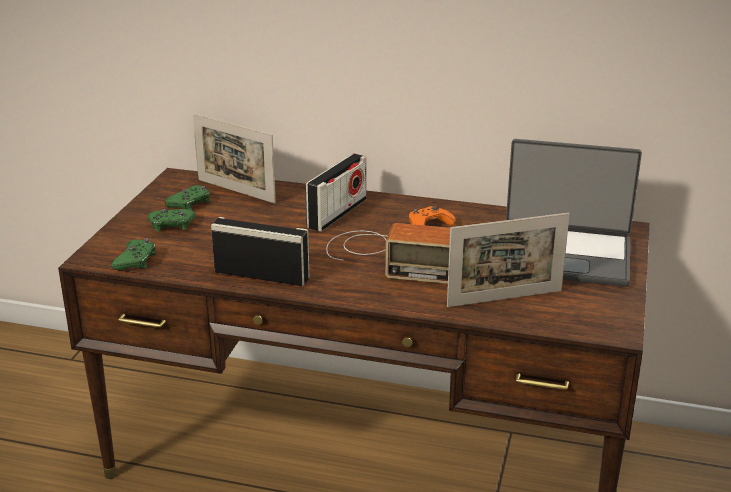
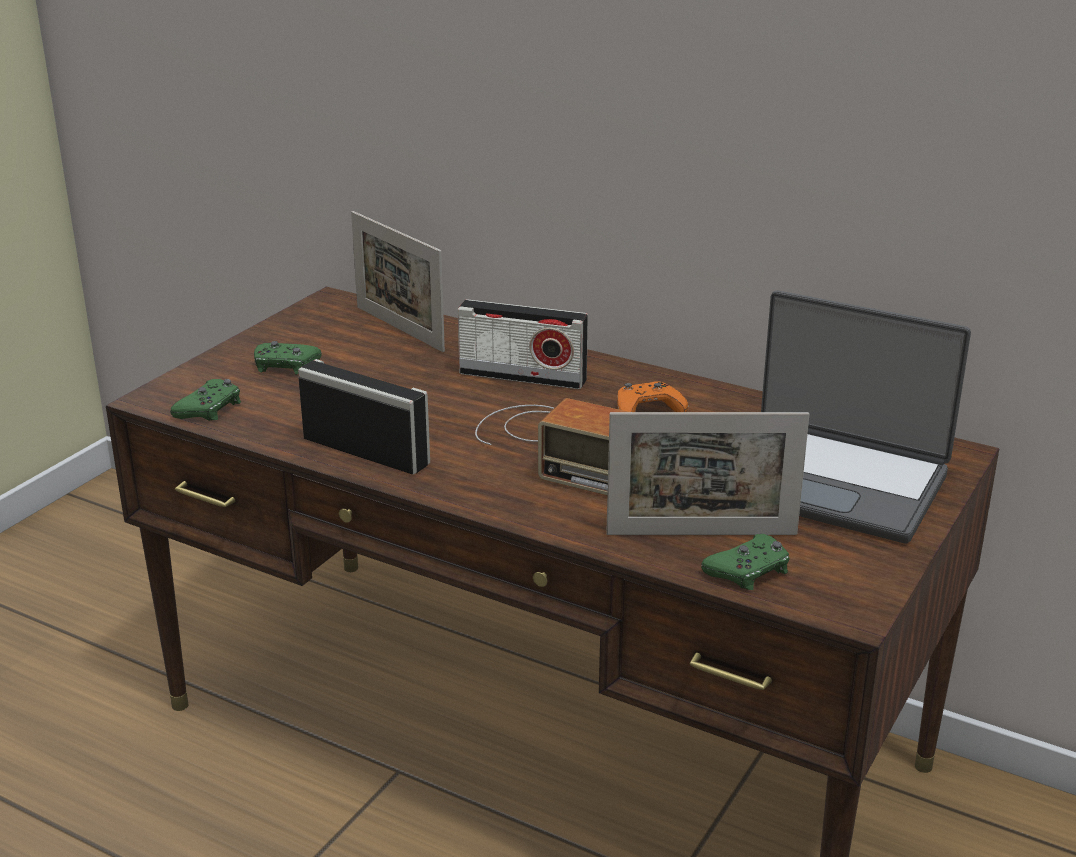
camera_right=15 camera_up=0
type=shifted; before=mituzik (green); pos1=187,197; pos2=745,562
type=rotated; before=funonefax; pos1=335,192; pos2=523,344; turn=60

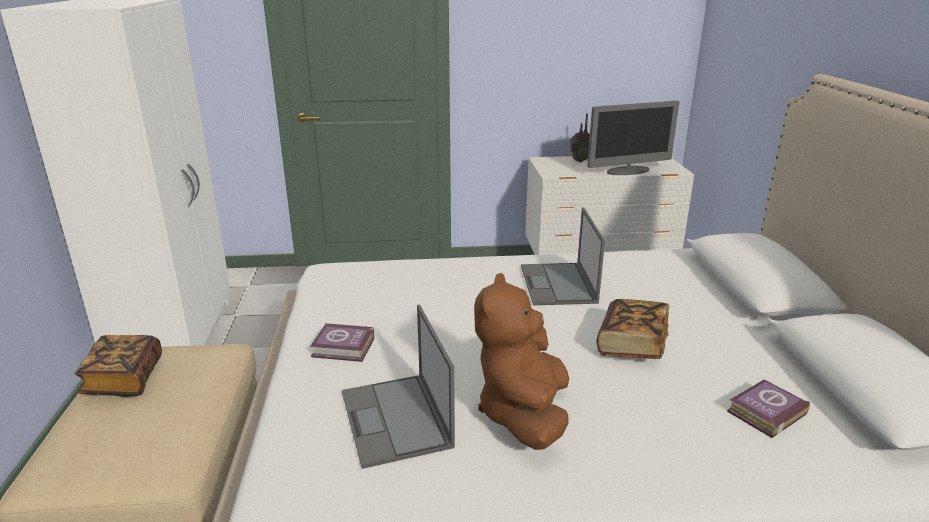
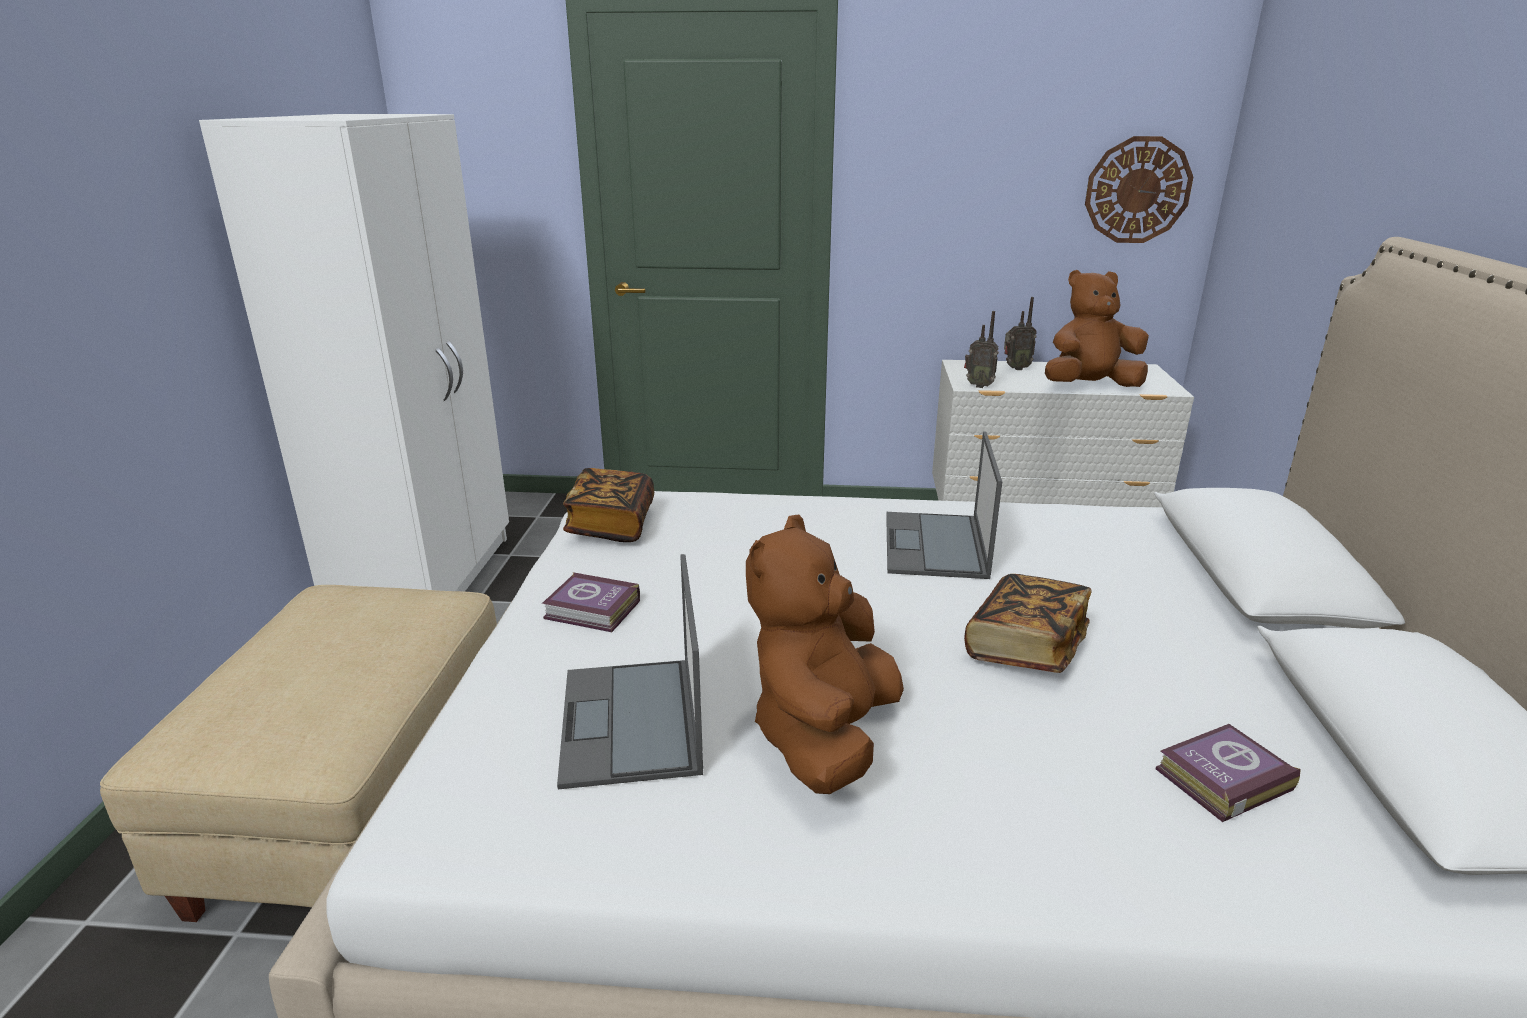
camera_right=10 camera_up=0
type=shifted; before=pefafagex; pos1=118,366; pos2=608,505
type=swapped; before=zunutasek; after=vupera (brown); pos1=633,138; pos2=1097,328
type=new; after=funonefax; pos2=981,349
type=new; after=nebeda; pos2=1139,189

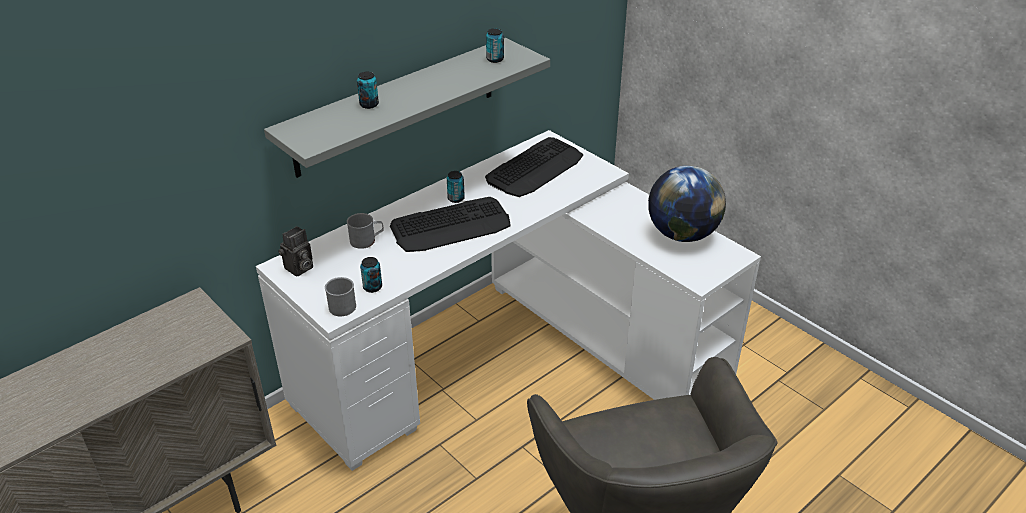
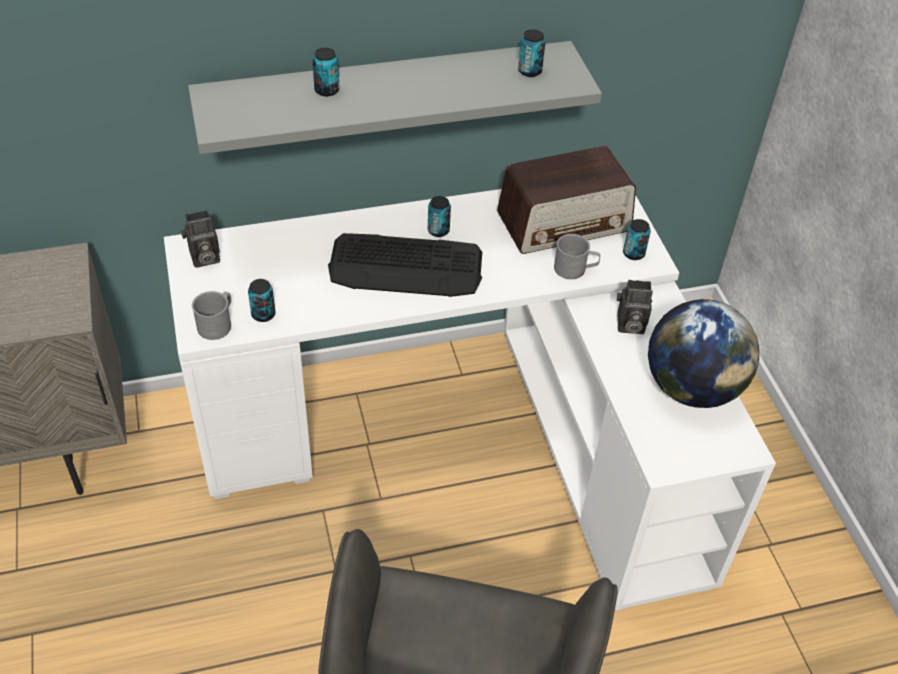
camera_right=25 camera_up=10
type=shifted; before=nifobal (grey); pos1=365,231; pos2=577,256
type=swapped; before=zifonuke; after=funonefax; pos1=534,167; pos2=566,200
type=new; after=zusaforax; pos2=635,307
type=new; after=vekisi; pos2=637,239

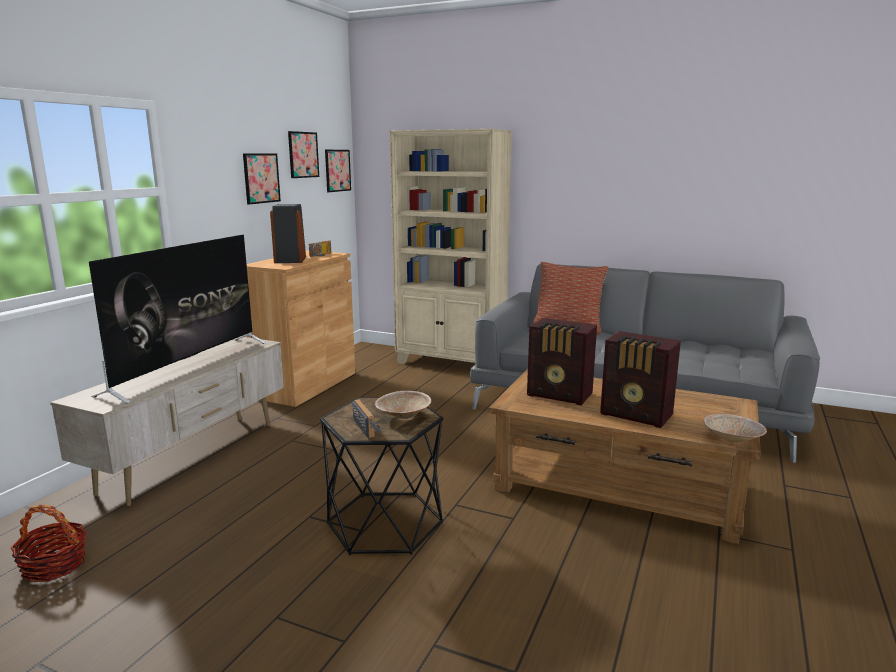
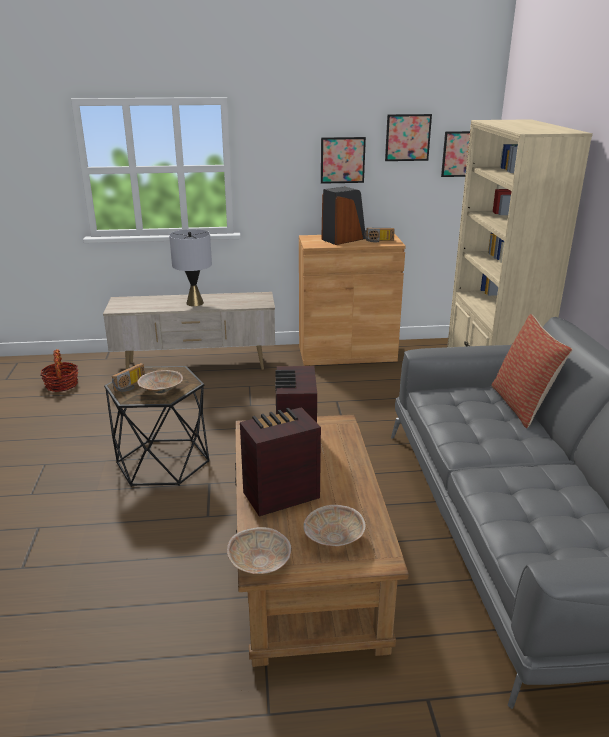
camera_right=60 camera_up=10
type=swapped; before=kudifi; after=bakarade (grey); pos1=177,319; pos2=190,267
type=rotated; before=funonefax; pos1=640,379; pos2=280,461; turn=60
type=new; after=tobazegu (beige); pos2=334,525

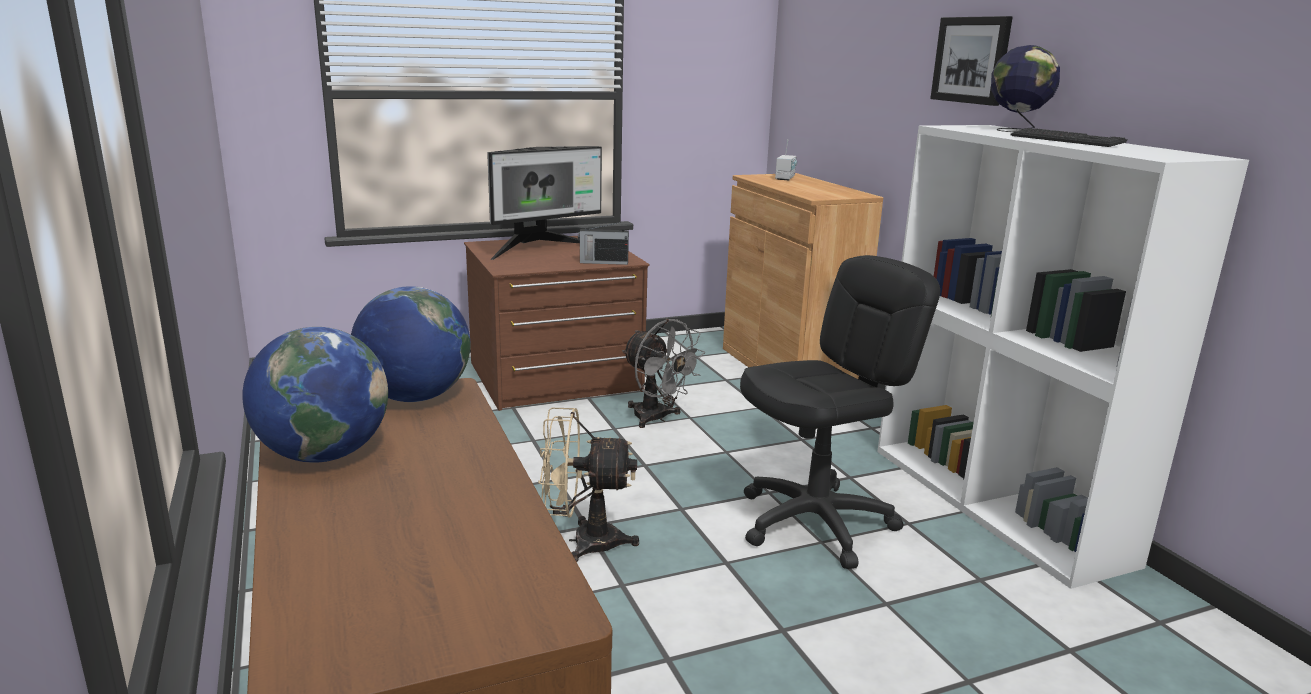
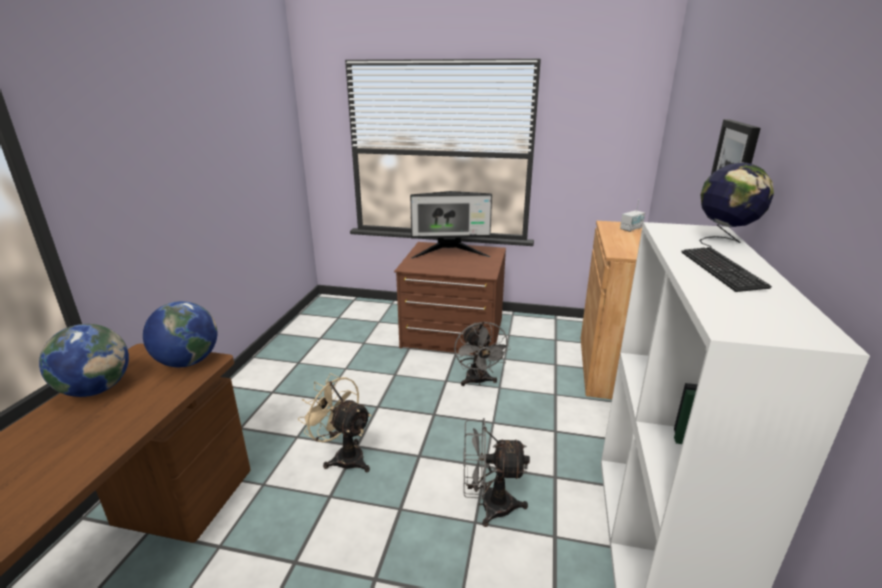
camera_right=35 camera_up=5
type=gone; before=funonefax; pos1=603,243
type=swapped; before=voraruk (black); after=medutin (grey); pos1=840,412; pos2=496,472

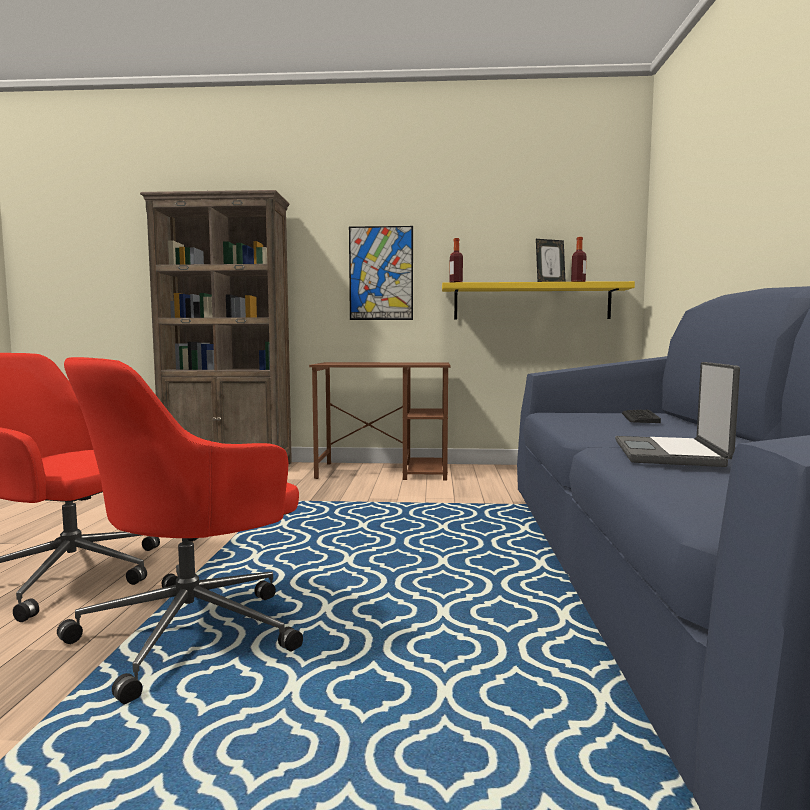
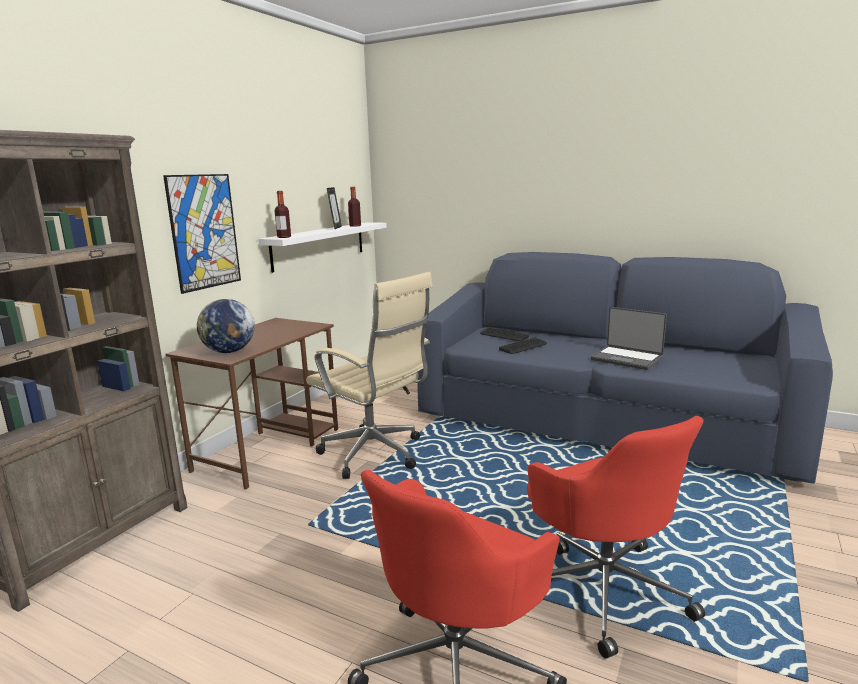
camera_right=-65 camera_up=10
type=repainted; before=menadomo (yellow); after=menadomo (white); pos1=538,300; pos2=323,247
type=new; after=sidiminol; pos2=226,326
type=new; after=voraruk (beige); pos2=369,375
type=new; after=zifonuke; pos2=523,346

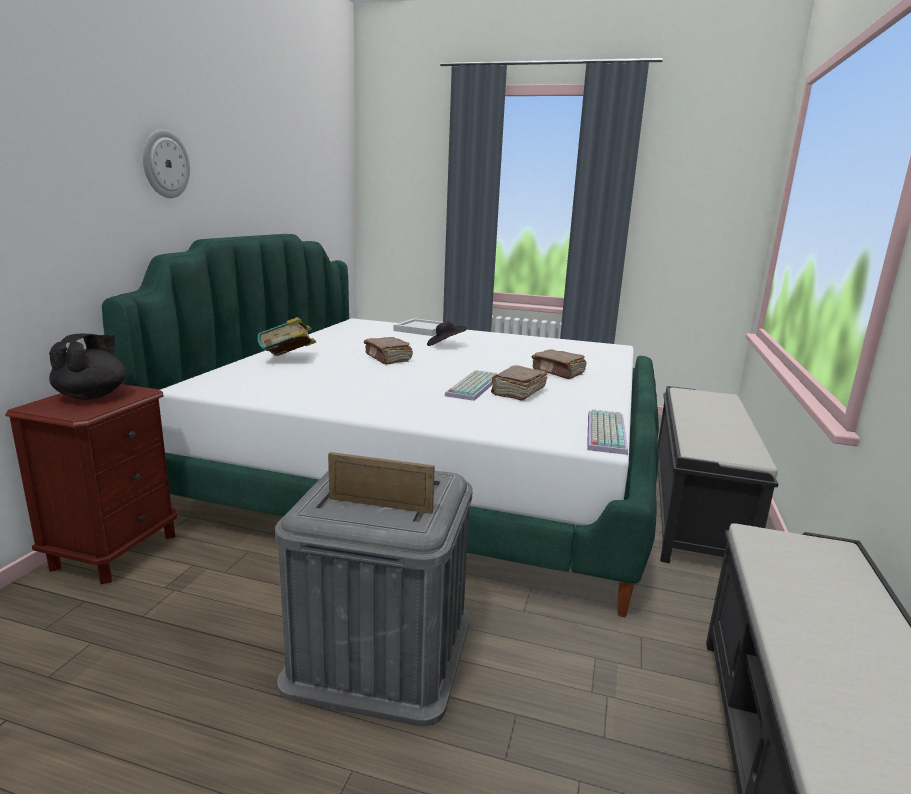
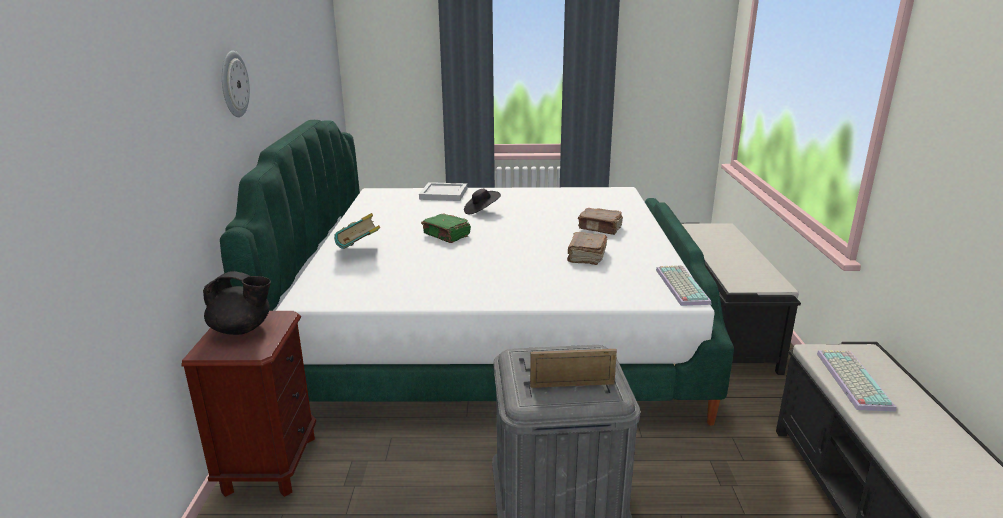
camera_right=-15 camera_up=5
type=rotated; before=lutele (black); pos1=87,367; pos2=237,303; turn=105
type=repainted; before=pefafagex (brown); after=pefafagex (green); pos1=388,350; pos2=446,228
type=shifted; before=zifonuke; pos1=471,385; pos2=856,381

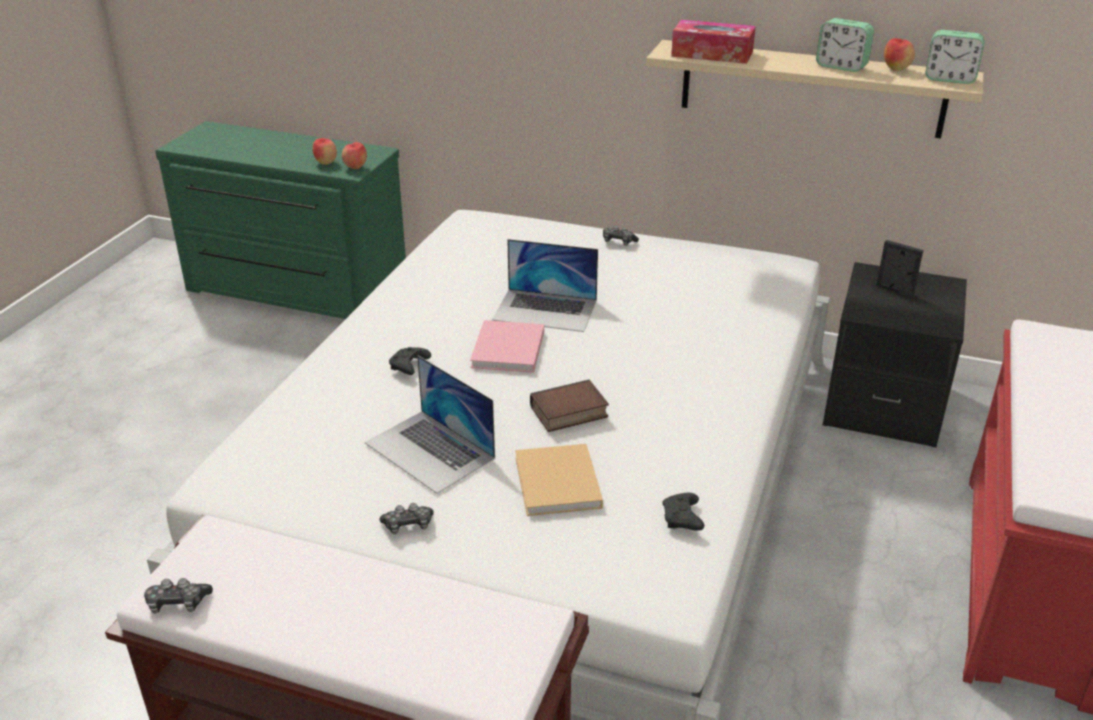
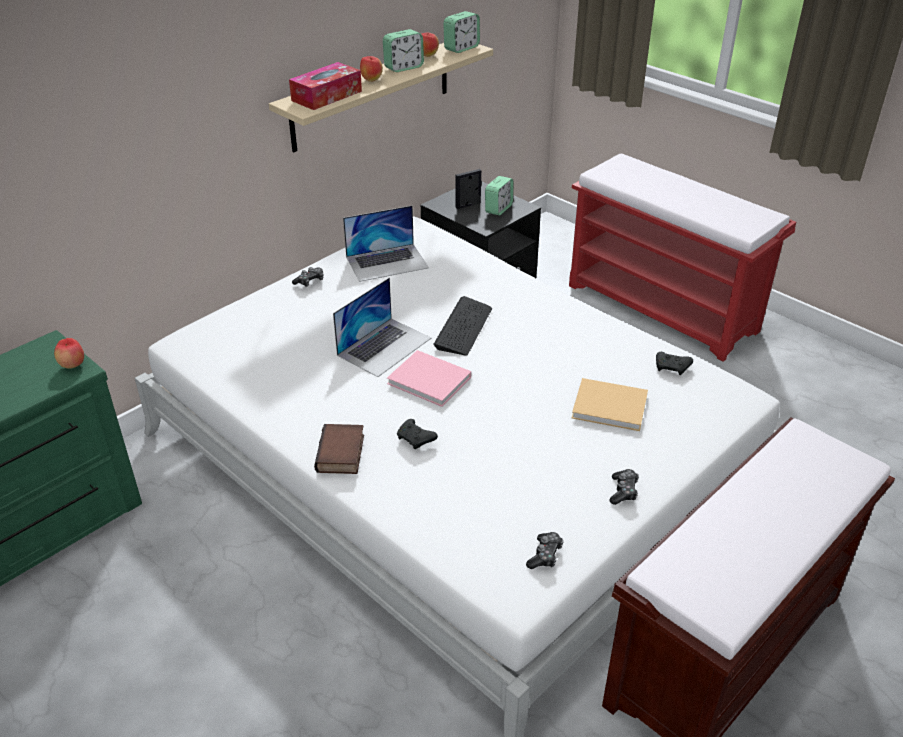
camera_right=-65 camera_up=5
type=shifted; before=mituzik; pos1=178,596; pos2=545,550
type=shifted; before=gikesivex; pos1=325,151; pos2=371,69
type=shifted; before=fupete; pos1=430,424; pos2=386,244
type=shifted; before=pefafagex; pos1=569,406; pos2=339,449
type=new; after=zifonuke; pos2=462,326
type=new; after=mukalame; pos2=499,196

